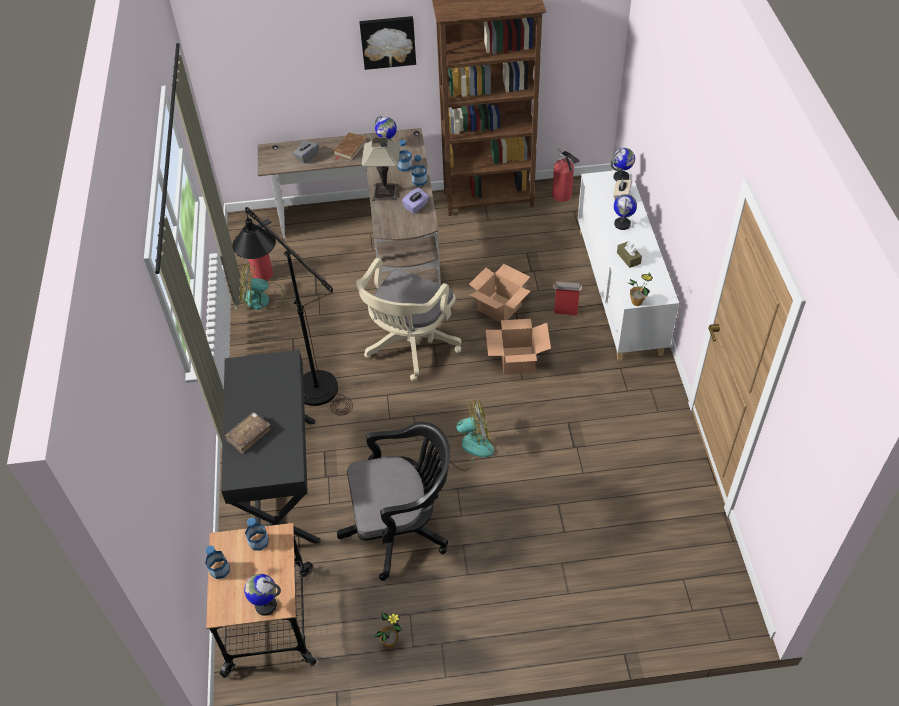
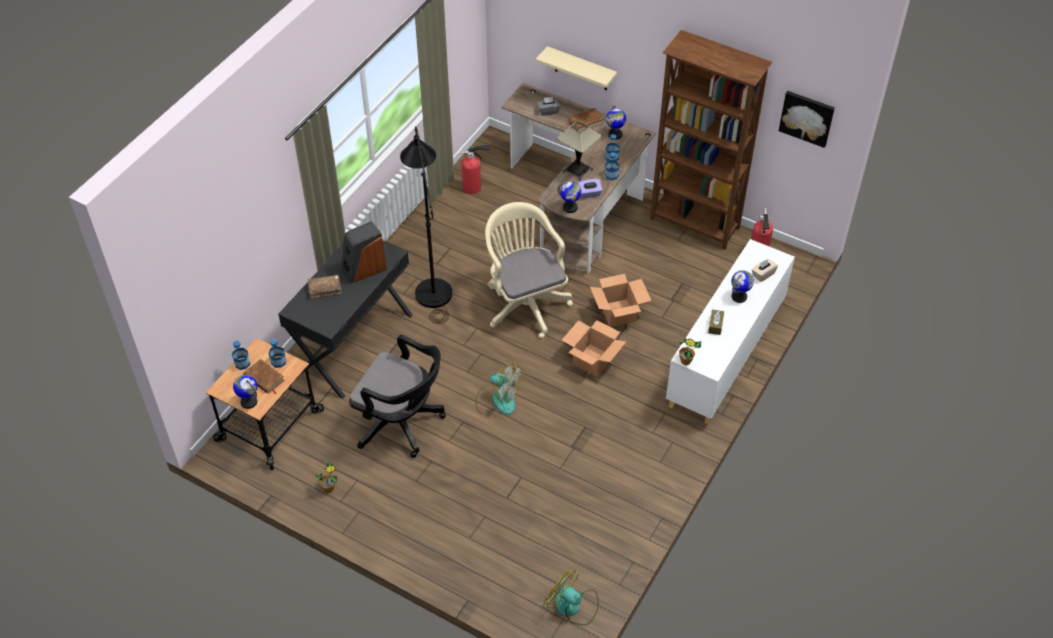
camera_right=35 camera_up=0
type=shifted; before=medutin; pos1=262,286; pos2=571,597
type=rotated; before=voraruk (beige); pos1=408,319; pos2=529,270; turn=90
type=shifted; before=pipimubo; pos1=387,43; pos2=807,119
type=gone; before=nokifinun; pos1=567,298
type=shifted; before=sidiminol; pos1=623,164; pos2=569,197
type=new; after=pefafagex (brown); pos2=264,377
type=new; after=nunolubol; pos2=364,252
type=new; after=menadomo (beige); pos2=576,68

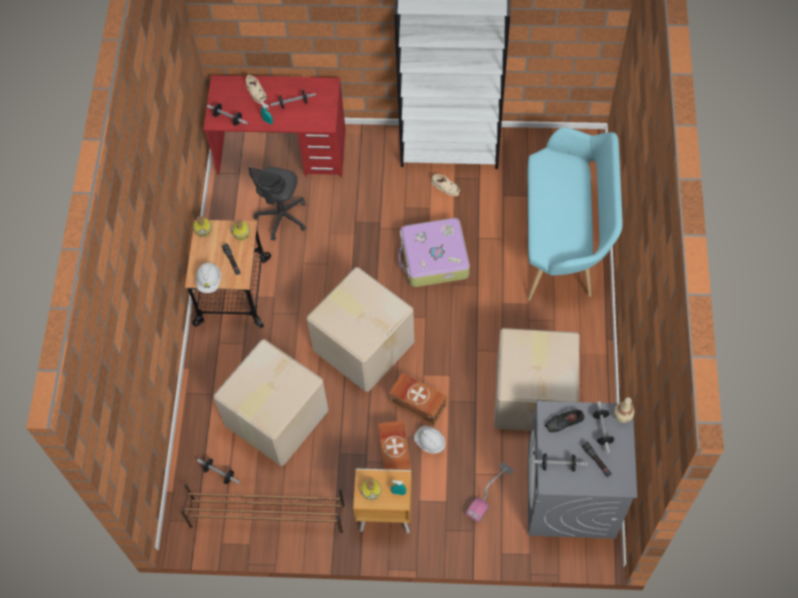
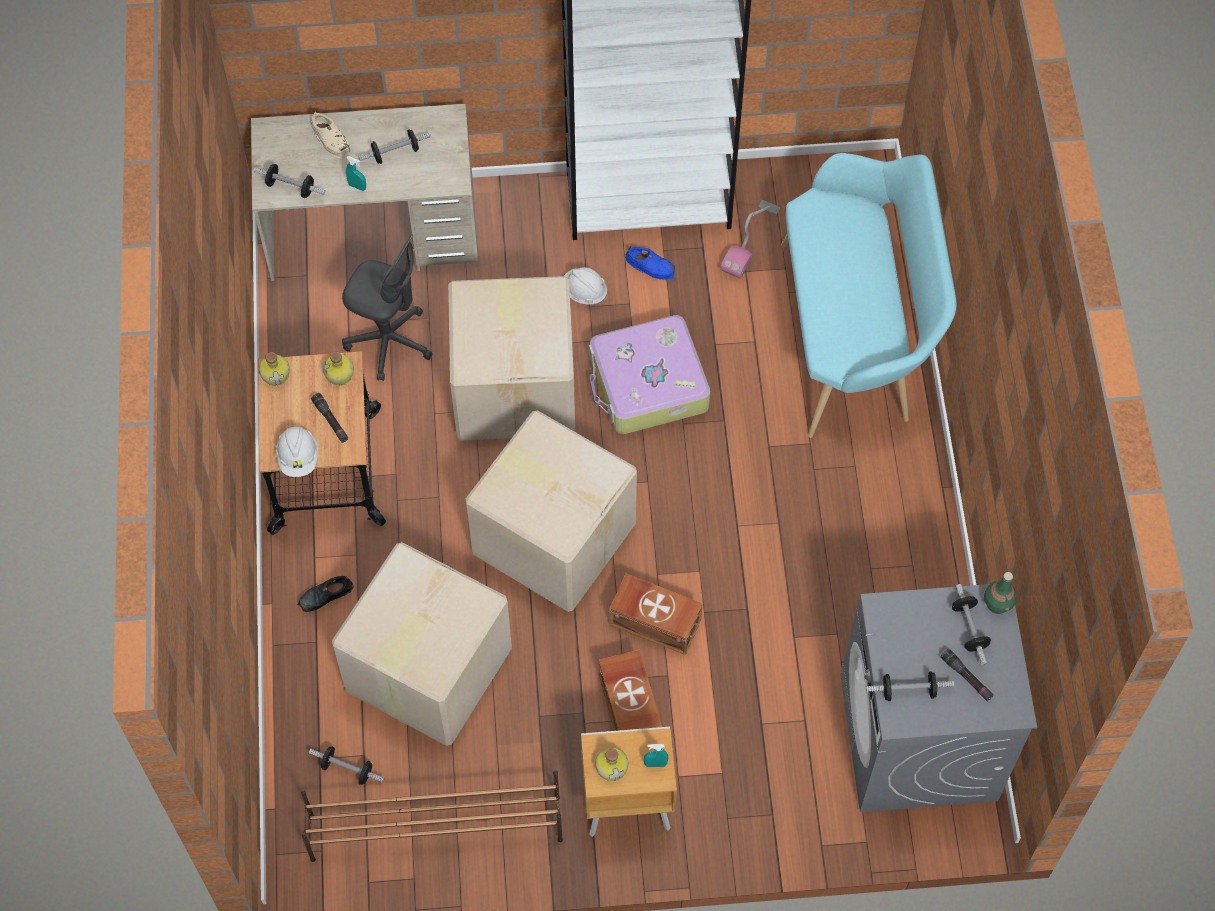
camera_right=-10 camera_up=0
type=repainted; before=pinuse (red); after=pinuse (beige); pos1=274,126; pos2=365,192
type=rotated; before=voraruk (grey); pos1=277,204; pos2=387,307; turn=-75
type=shifted; before=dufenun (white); pos1=430,439; pos2=585,285
type=repainted; before=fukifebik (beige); after=fukifebik (blue); pos1=445,185; pos2=650,263
type=shifted; before=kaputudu; pos1=490,492; pos2=750,239
type=shifted; before=nokifinun; pos1=537,379; pos2=511,358
type=shifted; before=fukifebik (black); pos1=565,421; pos2=326,594
type=repainted; before=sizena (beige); after=sizena (green); pos1=624,410; pos2=1000,593

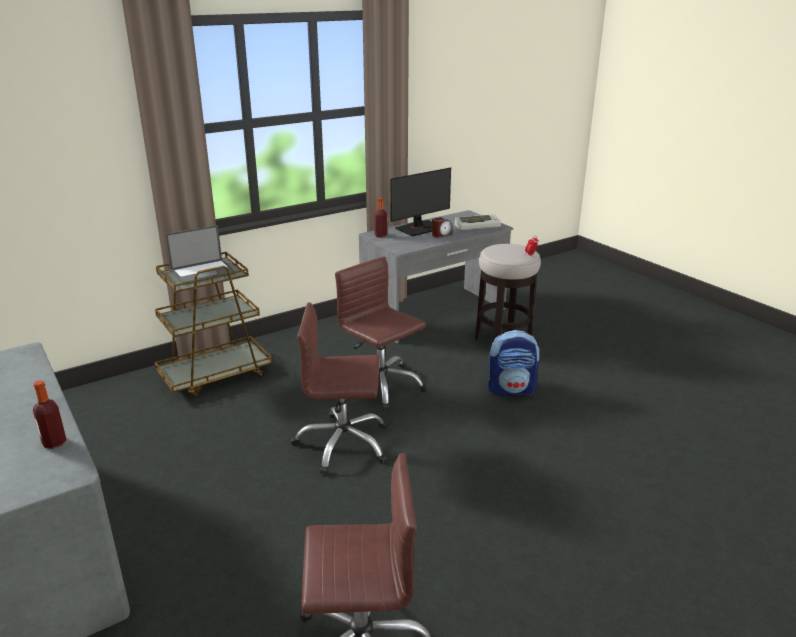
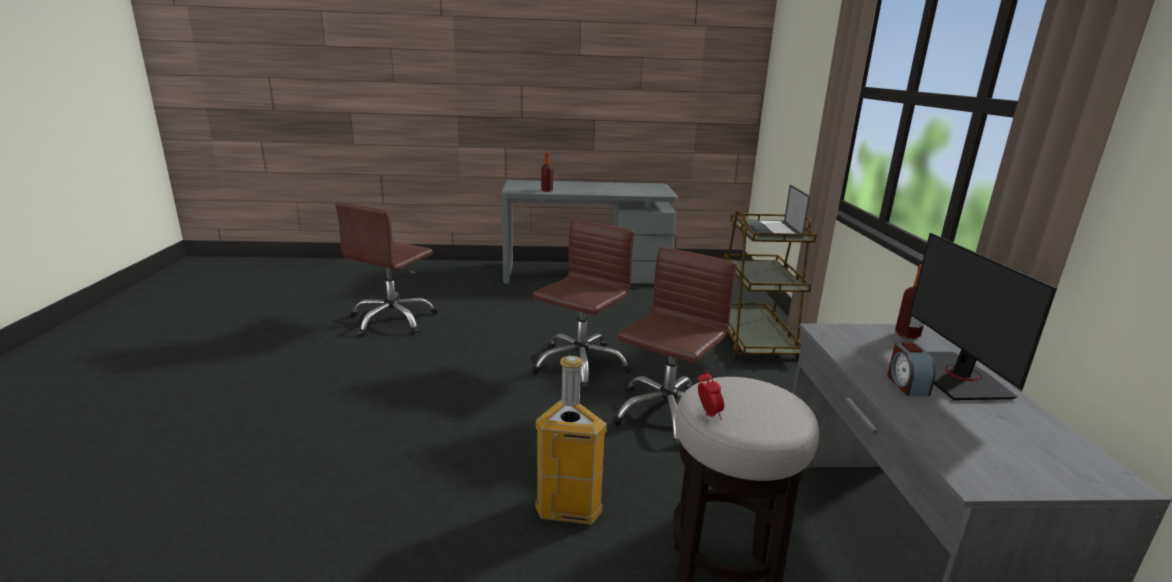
camera_right=120 camera_up=-5
type=rotated; before=voraruk (brown); pos1=381,333; pos2=674,347; turn=-45
type=gone; before=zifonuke; pos1=478,222
type=swapped; before=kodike; after=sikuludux; pos1=514,362; pos2=571,440

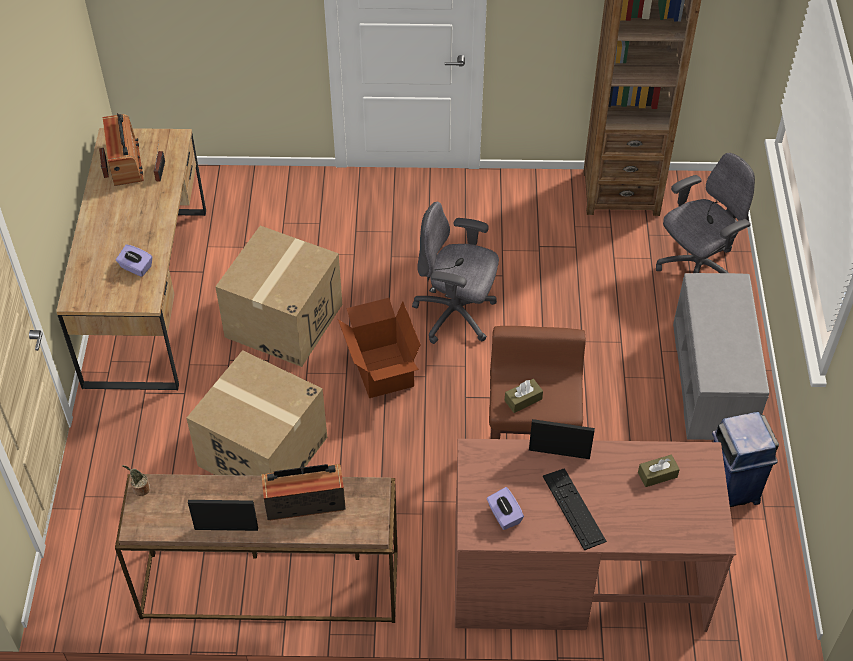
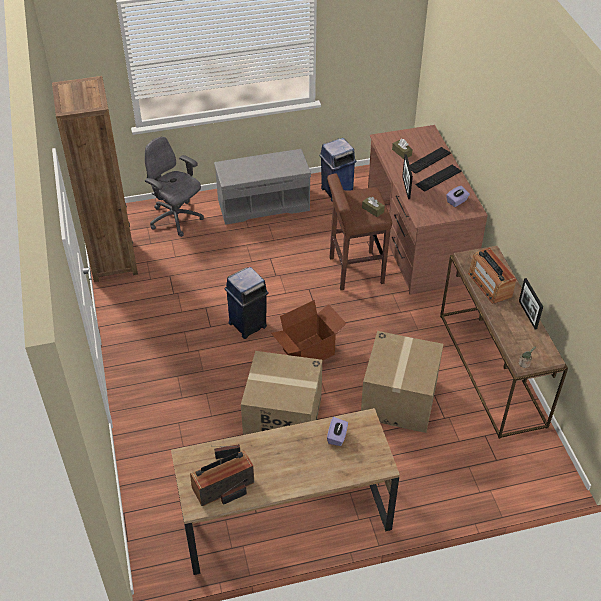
camera_right=-105 camera_up=-5
type=swapped; before=voraruk (grey); after=sikuludux (blue); pos1=455,273; pos2=247,303
type=new; after=zifonuke; pos2=430,160

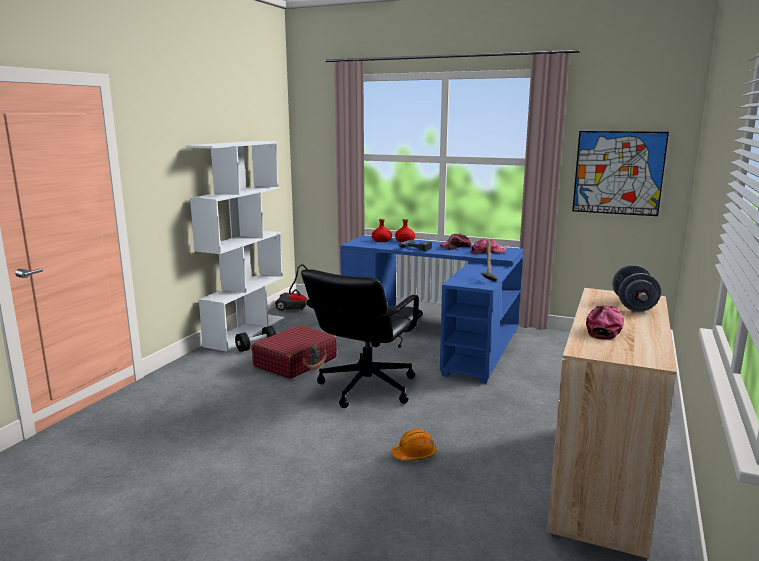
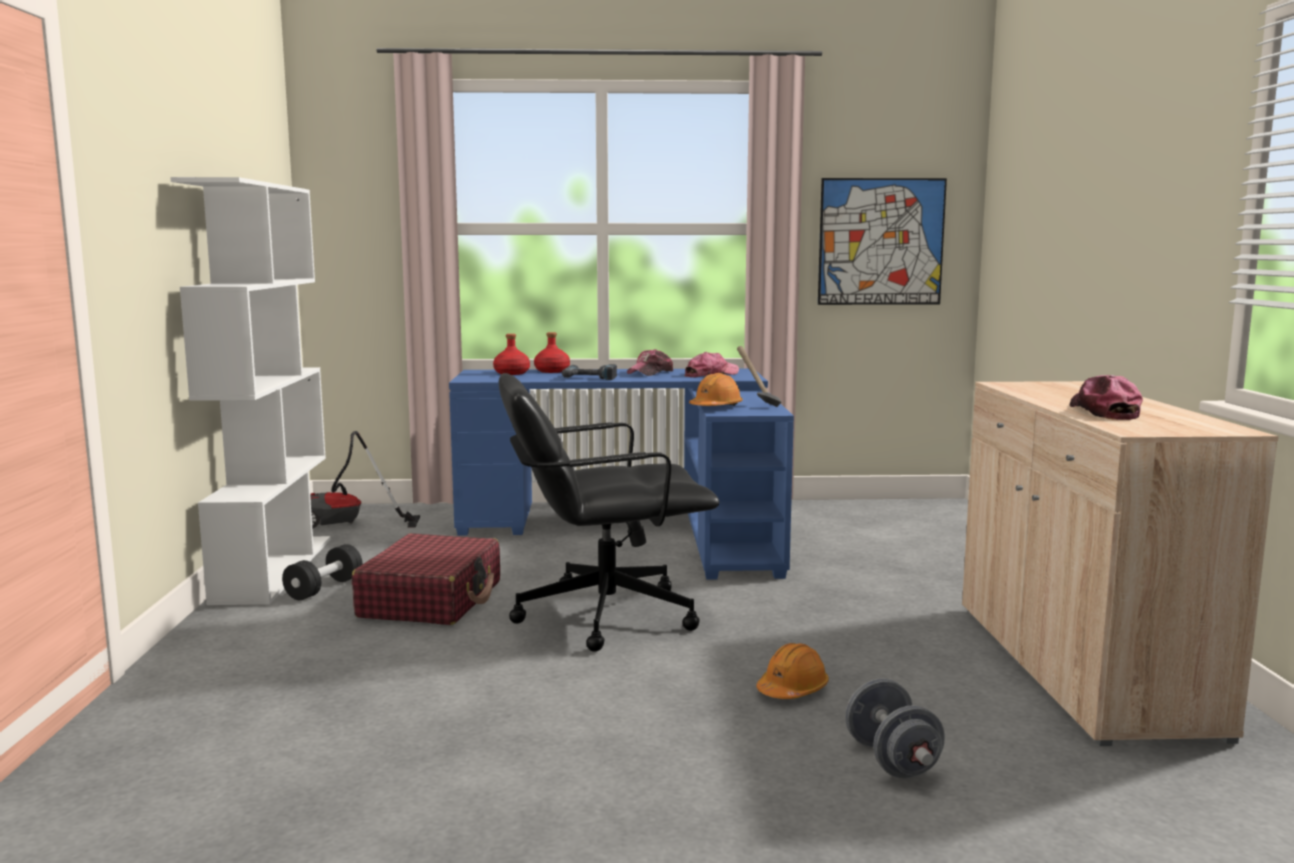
camera_right=-25 camera_up=-5
type=rotated; before=voraruk (black); pos1=362,338; pos2=609,512; turn=75
type=shifted; before=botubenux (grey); pos1=636,288; pos2=895,729
type=new; after=dufenun (orange); pos2=716,389

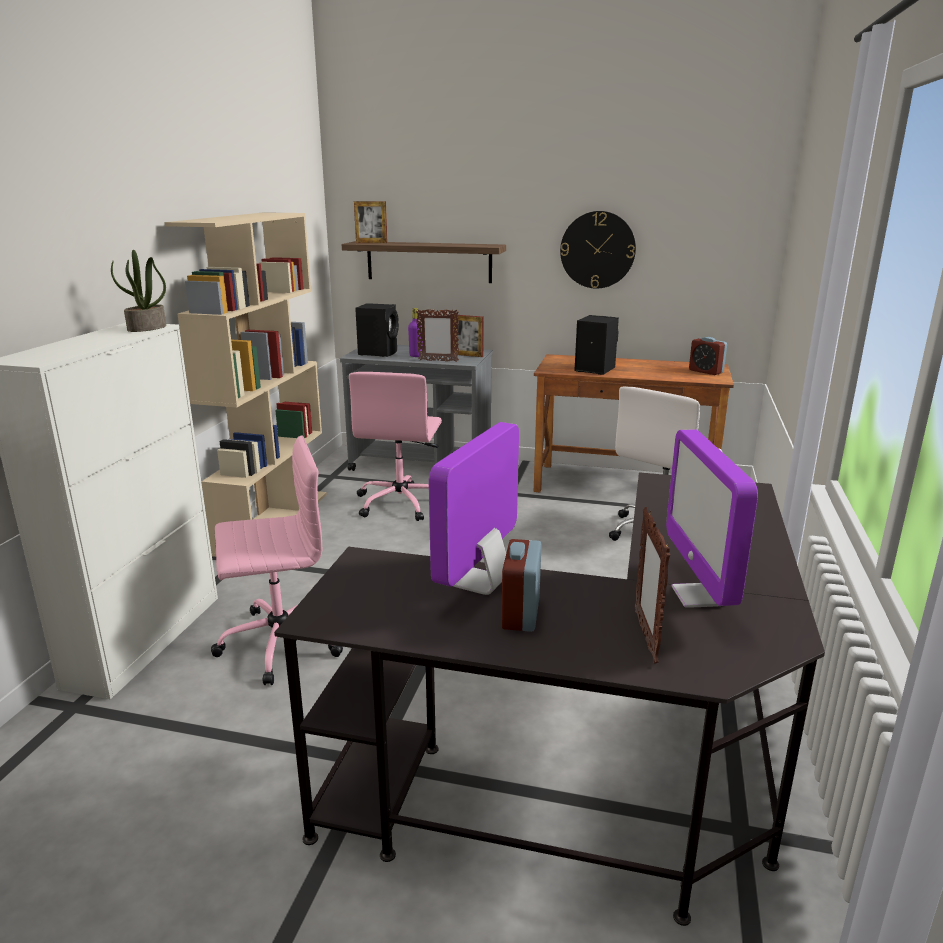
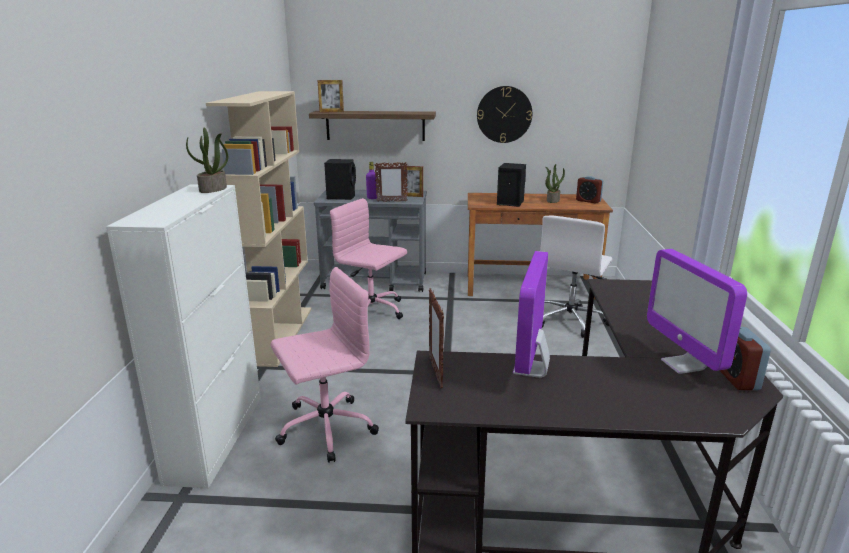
camera_right=-10 camera_up=0
type=rotated; before=voraruk (pink); pos1=395,446; pos2=368,258; turn=120
type=shifted; before=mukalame; pos1=521,585; pos2=745,358
type=shifted; before=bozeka; pos1=652,585; pos2=436,338
type=new; after=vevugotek; pos2=555,183

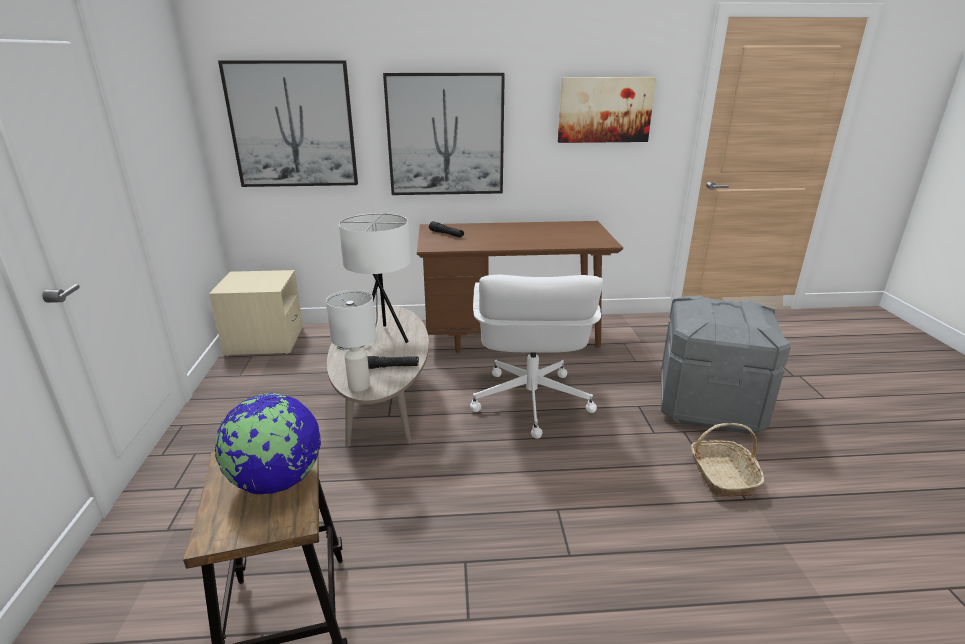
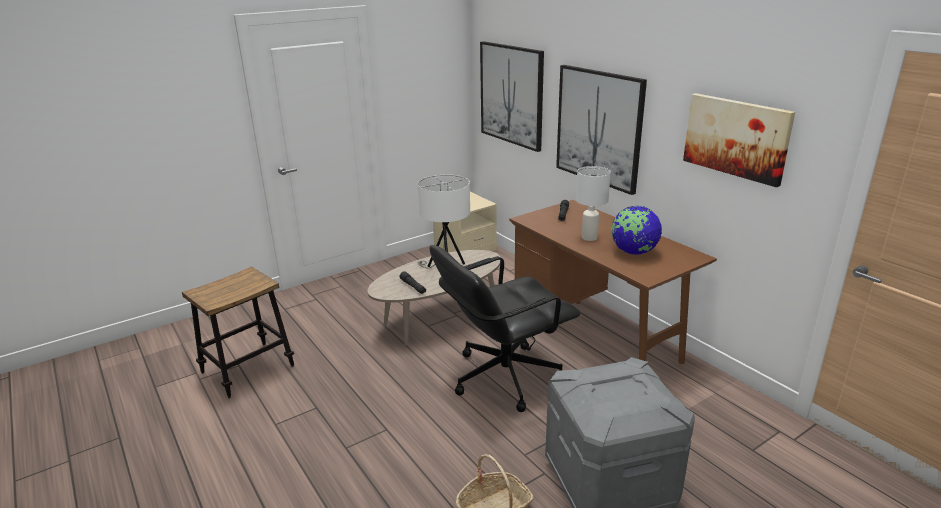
camera_right=60 camera_up=0
type=shifted; before=sidiminol; pos1=268,444; pos2=636,230
type=shifted; before=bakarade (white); pos1=351,341; pos2=593,203
type=repainted; before=voraruk (white); after=voraruk (black); pos1=536,356; pos2=505,328

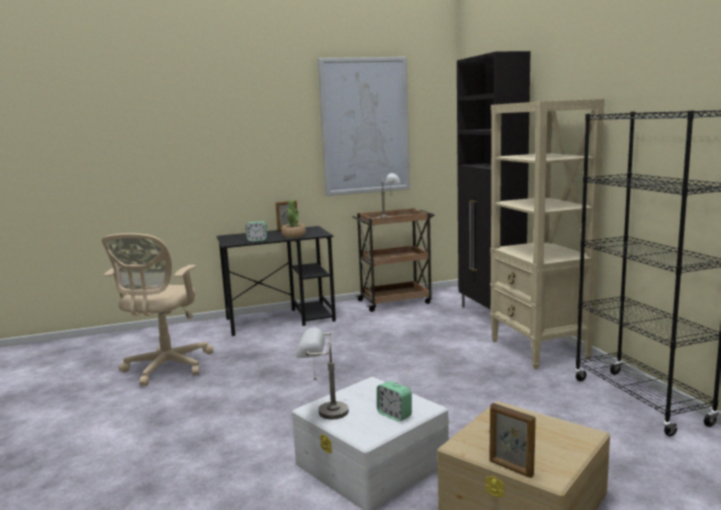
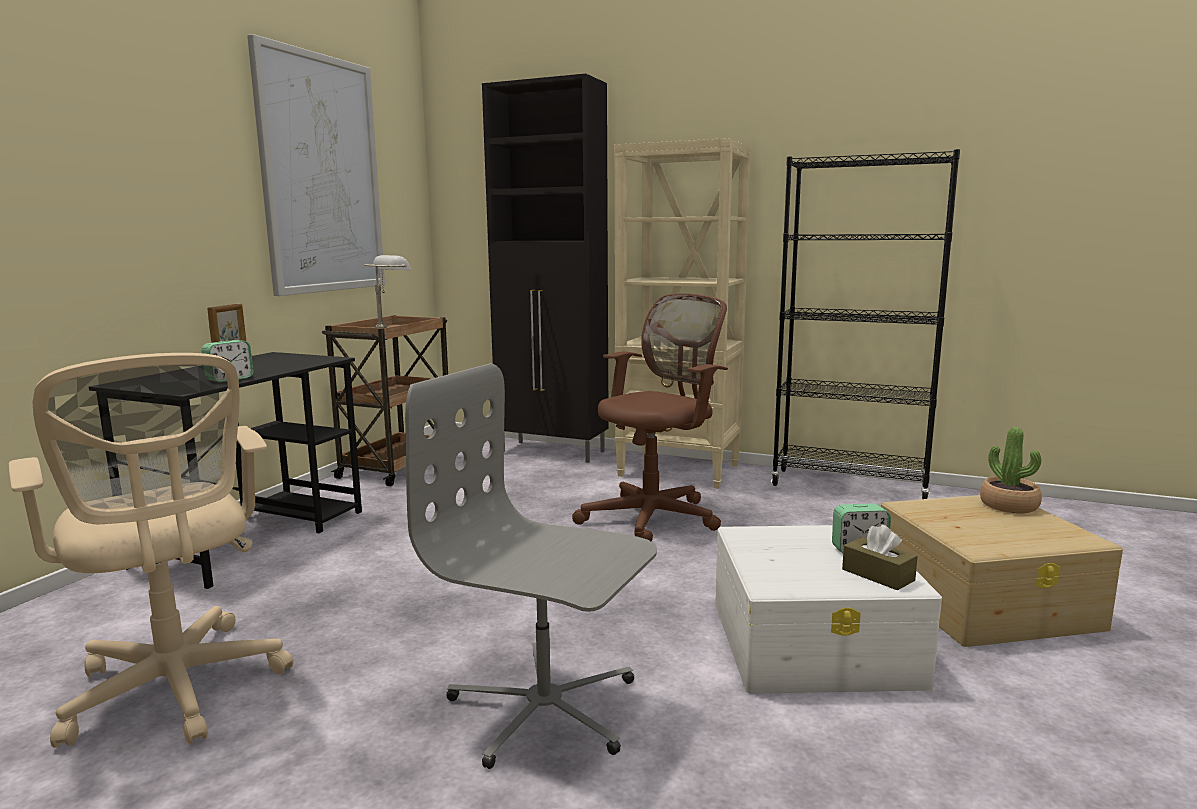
camera_right=-50 camera_up=0
type=shifted; before=vevugotek; pos1=293,219; pos2=1011,470
type=gone; before=bakarade (grey); pos1=322,373
type=gone; before=bozeka; pos1=512,440
type=new; after=voraruk (grey); pos2=531,566
type=new; after=voraruk (brown); pos2=650,417
type=new; after=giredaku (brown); pos2=880,558

